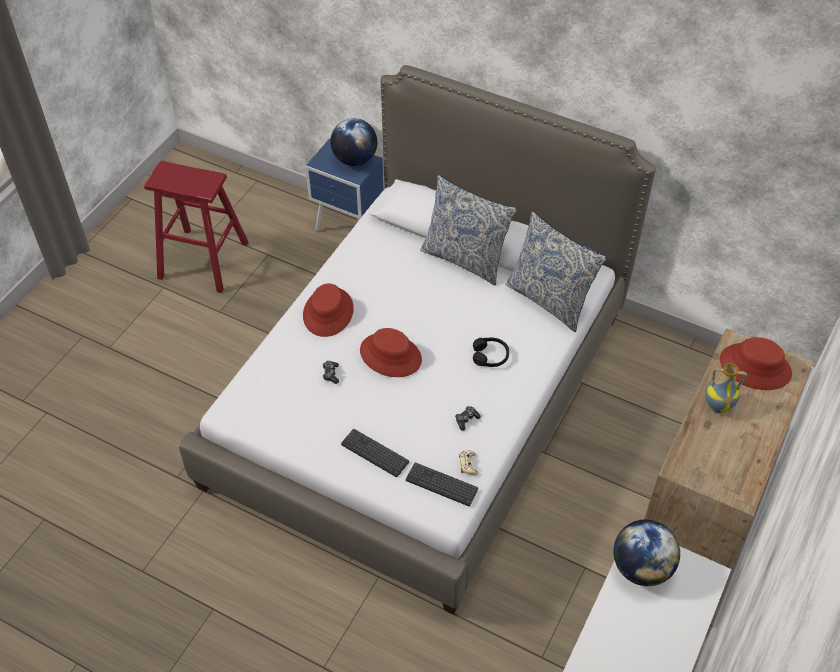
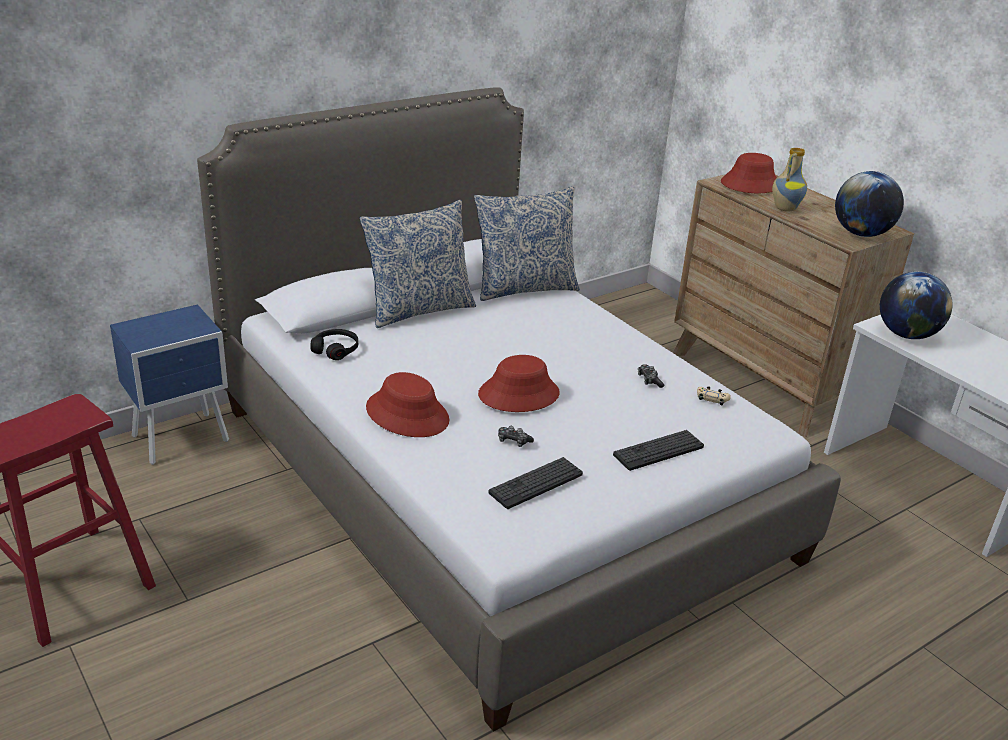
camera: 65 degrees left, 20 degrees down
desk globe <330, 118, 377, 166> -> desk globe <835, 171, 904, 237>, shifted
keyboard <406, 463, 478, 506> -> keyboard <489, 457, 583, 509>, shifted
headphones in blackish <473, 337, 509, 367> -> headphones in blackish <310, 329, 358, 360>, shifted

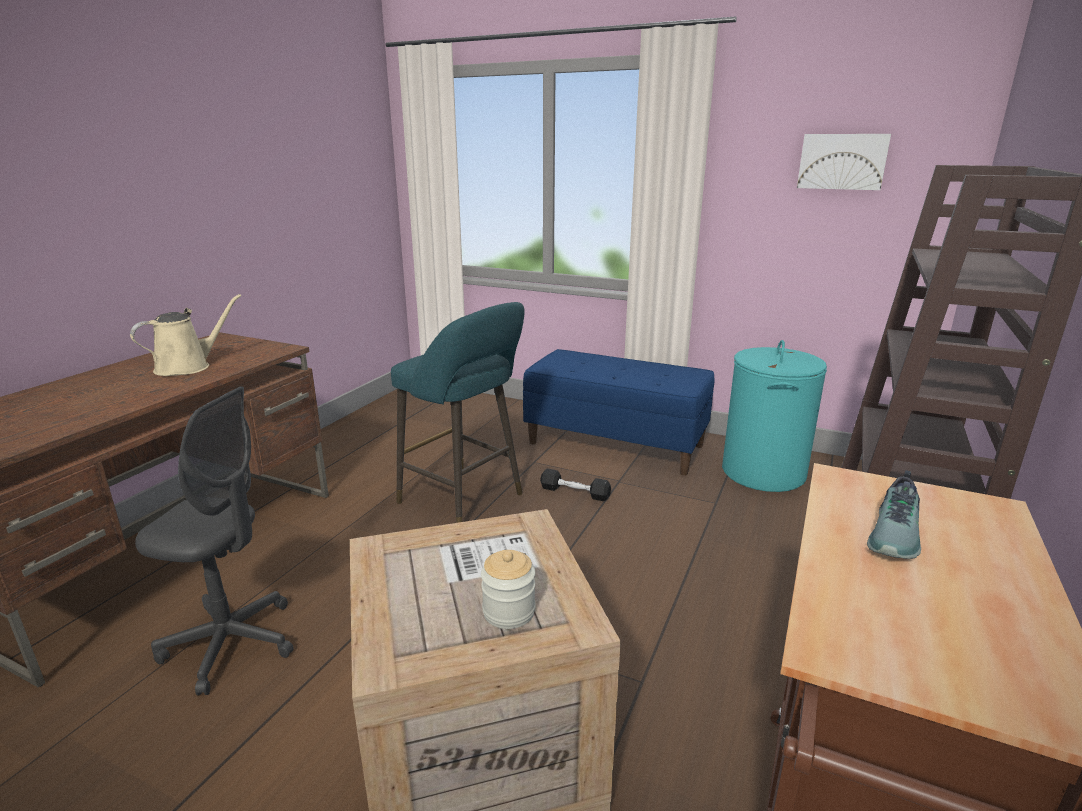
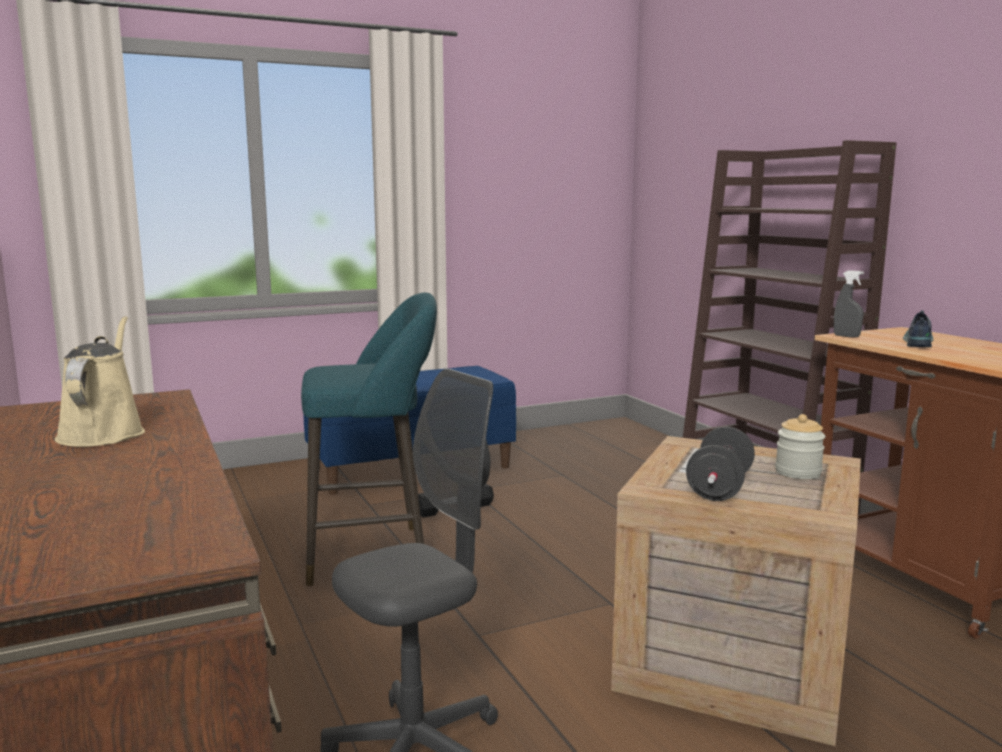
camera: 50 degrees left, 10 degrees down
hamper in blue-green <722, 340, 827, 492> -> none
wall art <797, 134, 891, 190> -> none
low shoe <867, 470, 921, 559> -> low shoe <903, 310, 933, 347>, 135 degrees counterclockwise
none -> dumbbell in blackish <686, 426, 755, 501>
none -> hand sprayer in greyish <834, 270, 864, 338>

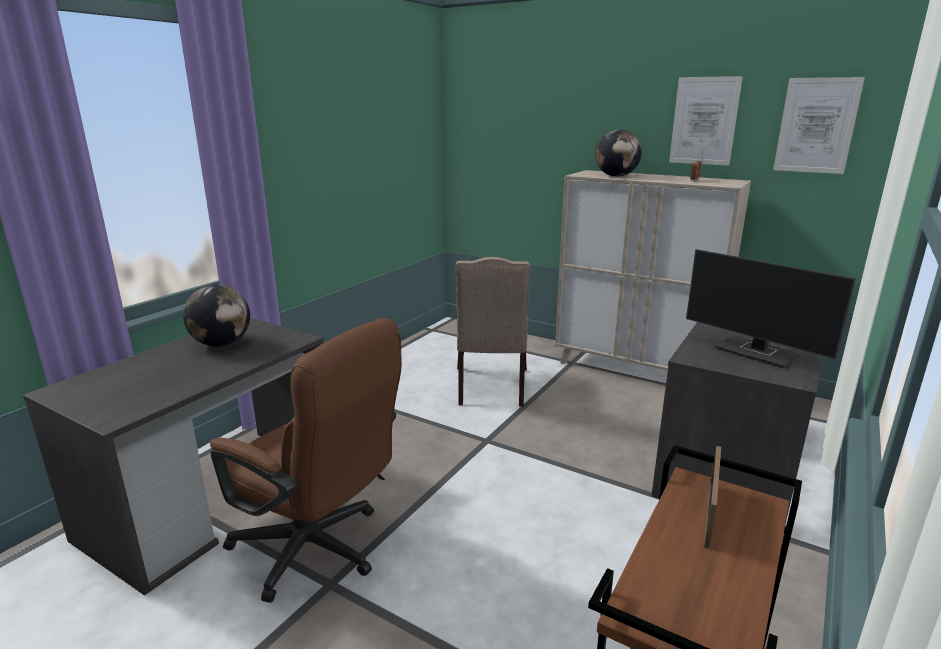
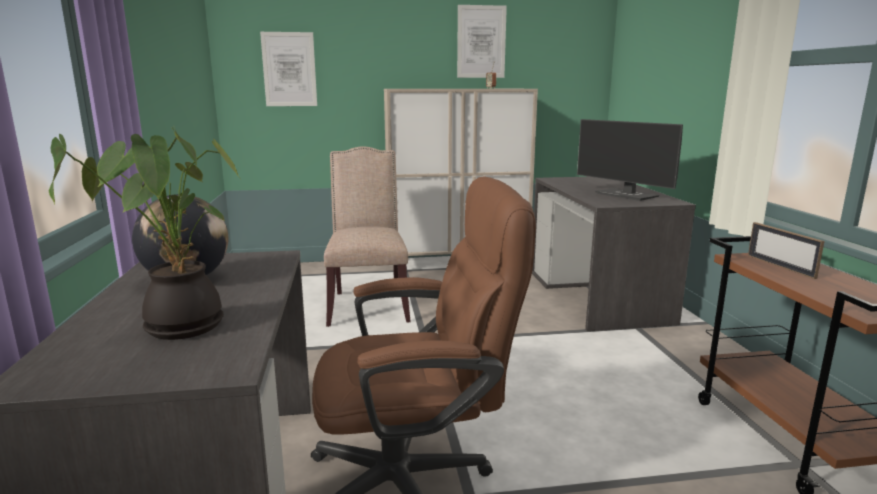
camera: 40 degrees left, 5 degrees down
plain chair in beige-coloured <456, 257, 530, 407> -> plain chair in beige-coloured <324, 146, 411, 327>, 150 degrees counterclockwise
desk globe <595, 129, 642, 177> -> none
monitor <686, 249, 856, 368> -> monitor <577, 119, 683, 201>, 45 degrees clockwise
wall art <773, 77, 865, 174> -> wall art <260, 32, 317, 106>, shifted
none -> potted plant <49, 125, 241, 340>

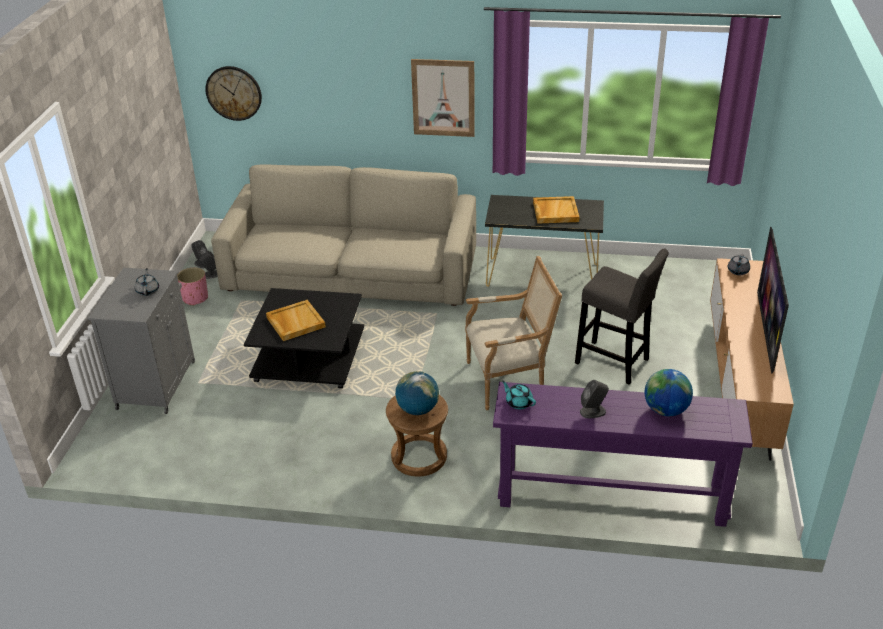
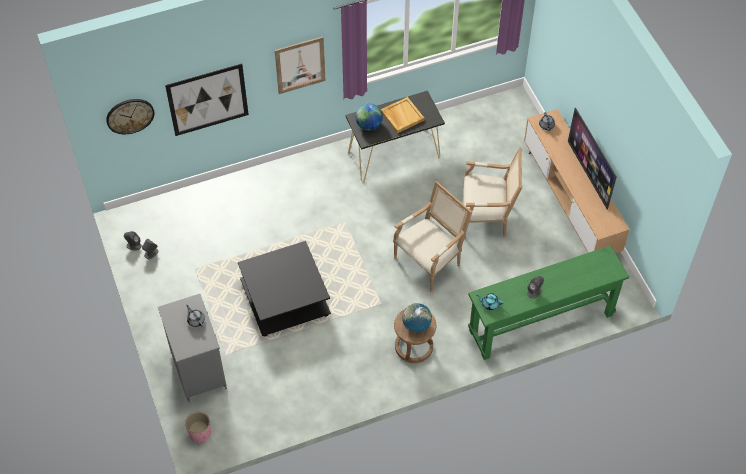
camera: 30 degrees left, 20 degrees up
planter in pink <177, 268, 208, 306> -> planter in pink <185, 412, 211, 443>, shifted
couch in beige-coloured <211, 165, 476, 306> -> none
serving tray in beige-coloured <266, 300, 326, 341> -> none
console table in purple <493, 382, 753, 527> -> console table in green-coloured <468, 245, 629, 360>
sitting stool in greyish <575, 248, 669, 385> -> easy chair <463, 147, 522, 237>
desk globe <645, 369, 693, 416> -> desk globe <356, 103, 383, 131>, shifted
none -> wall art <165, 63, 249, 136>

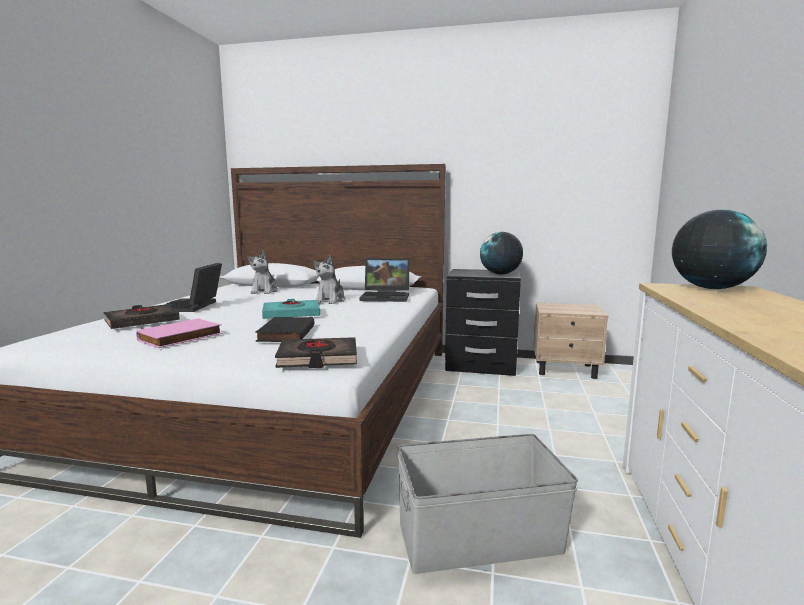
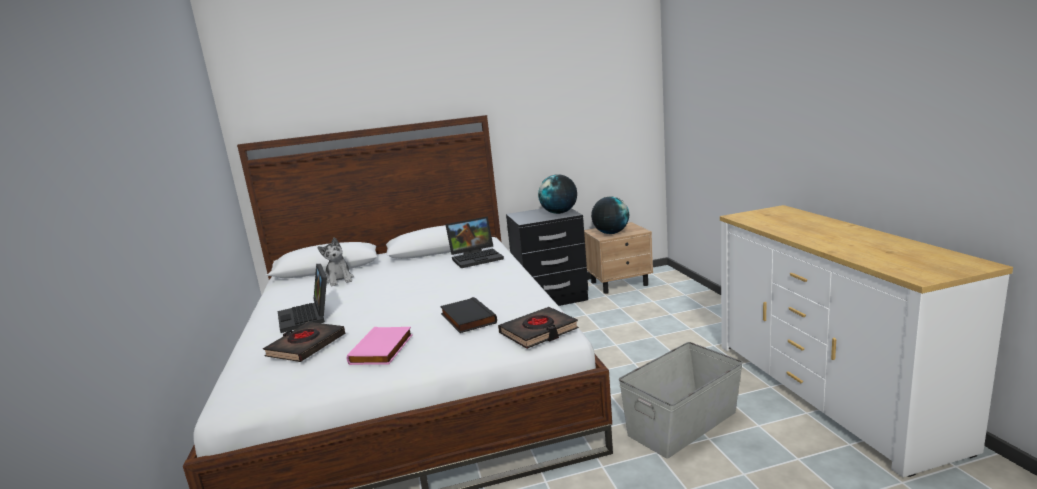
camera: 25 degrees left, 5 degrees up
volume in blue-green <262, 299, 320, 319> -> none
plush toy <313, 255, 345, 304> -> none
desk globe <672, 209, 767, 289> -> desk globe <591, 197, 629, 234>, shifted

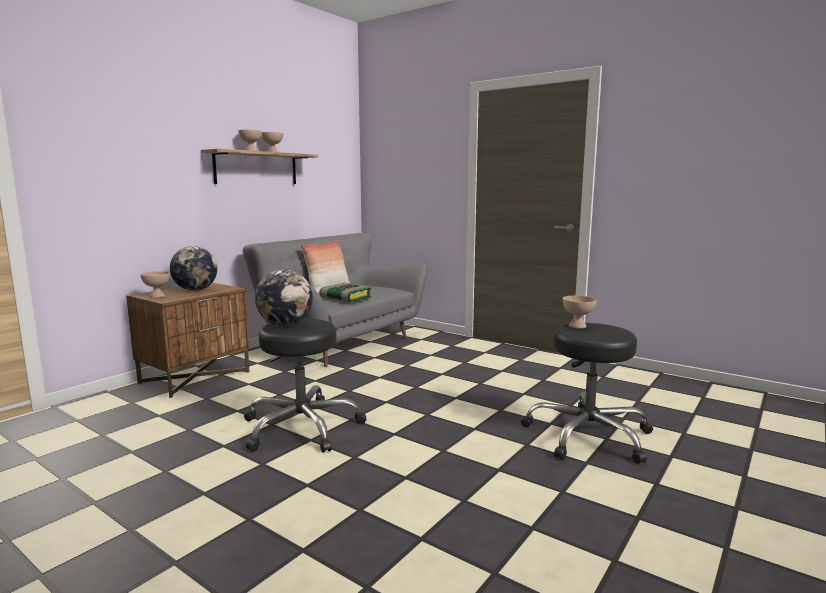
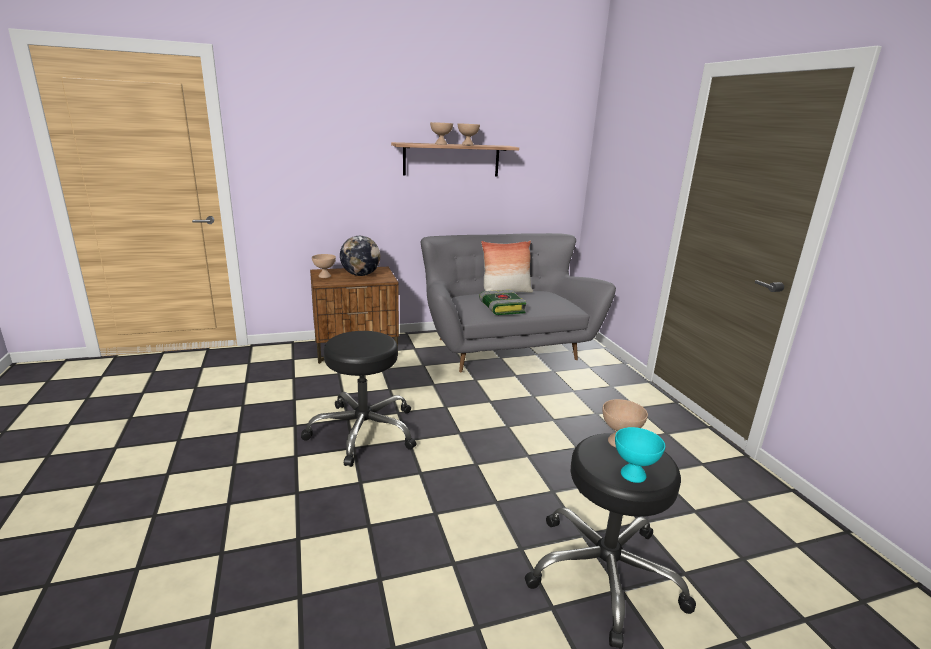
camera: 35 degrees right, 10 degrees up
desk globe <255, 269, 313, 326> -> none
none -> serving bowl in blue-green <615, 427, 665, 483>

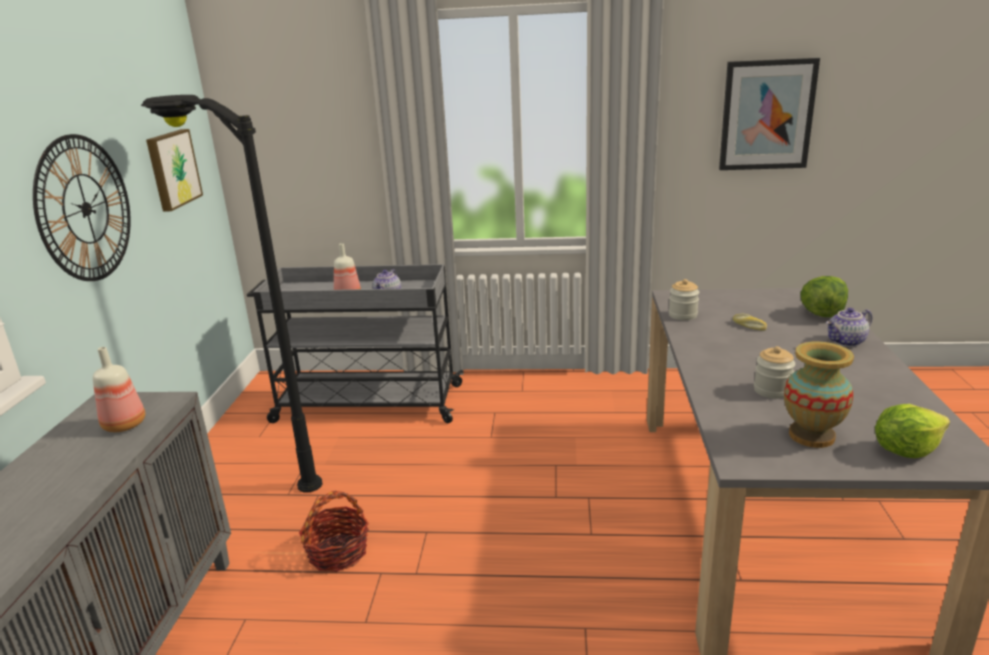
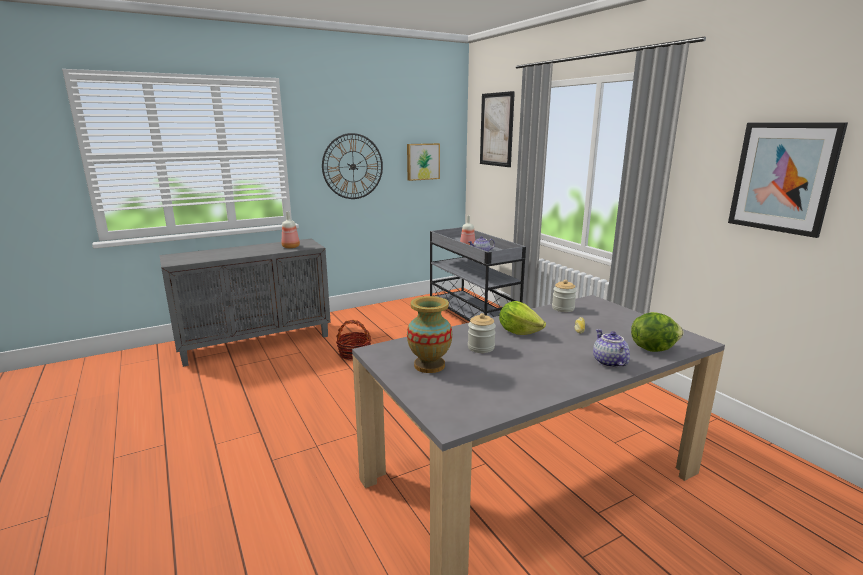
camera: 55 degrees right, 5 degrees down
standing lamp in blackish <141, 95, 323, 493> -> none
pot for tea <826, 308, 872, 347> -> pot for tea <593, 329, 630, 368>, 45 degrees clockwise
head of lettuce <875, 404, 950, 458> -> head of lettuce <499, 301, 546, 335>, shifted
none -> wall art <480, 91, 515, 167>

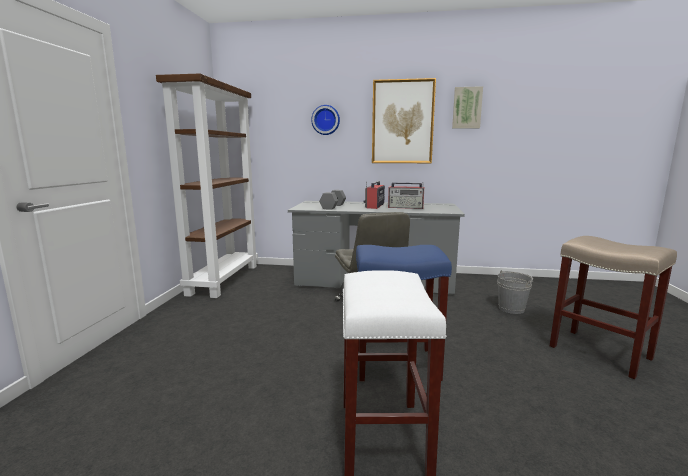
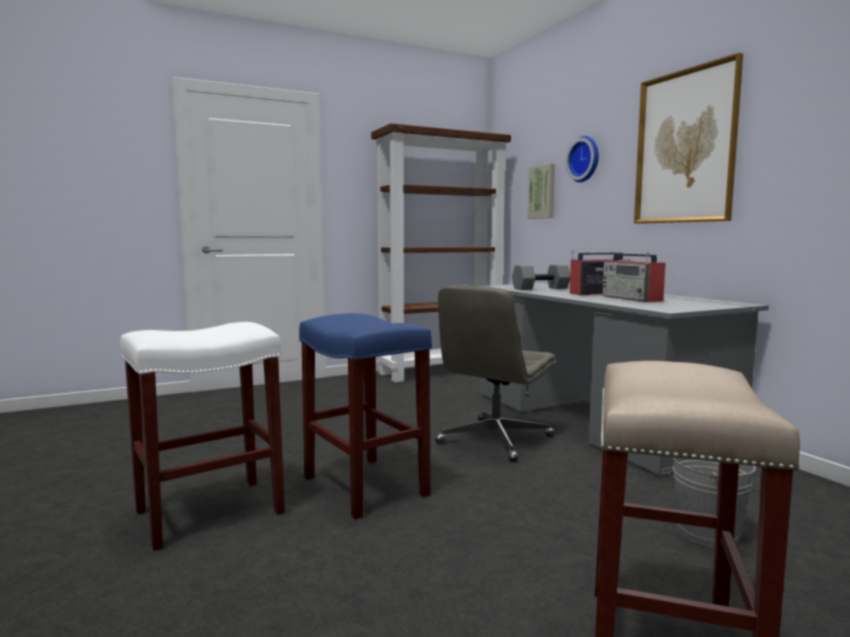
camera: 55 degrees right, 5 degrees down
wall art <452, 86, 483, 129> -> wall art <528, 164, 555, 219>, shifted

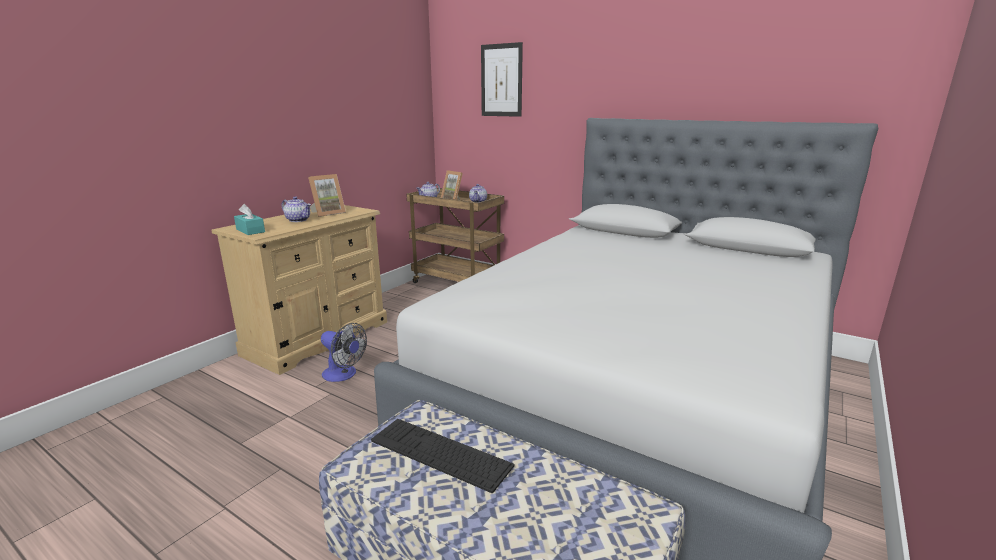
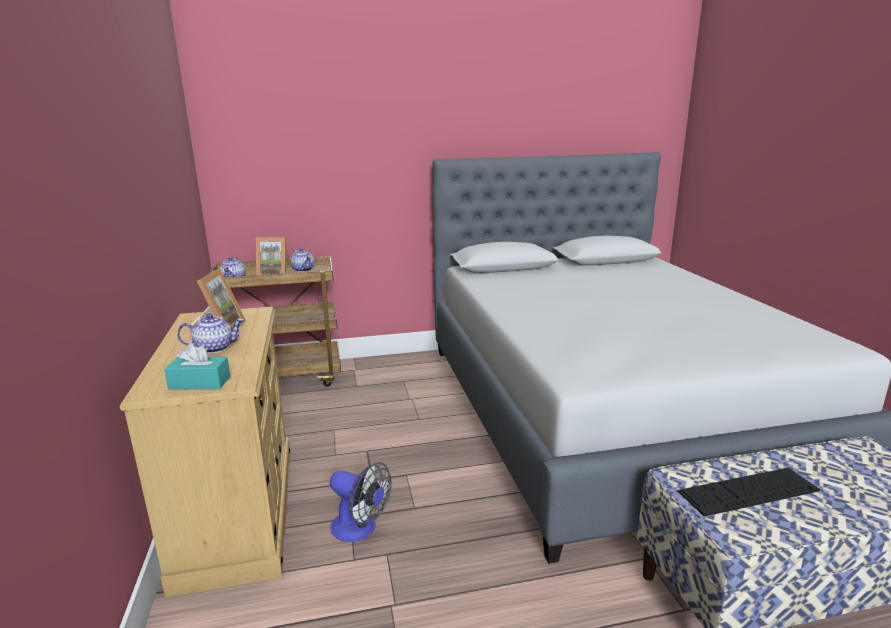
camera: 45 degrees left, 0 degrees up
cooling fan <321, 323, 367, 382> -> cooling fan <330, 462, 392, 542>, 45 degrees clockwise
wall art <481, 42, 523, 117> -> none

